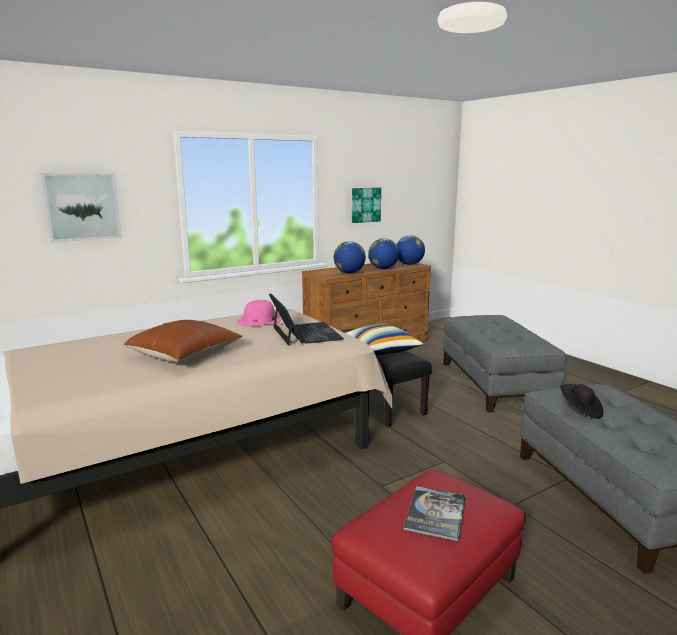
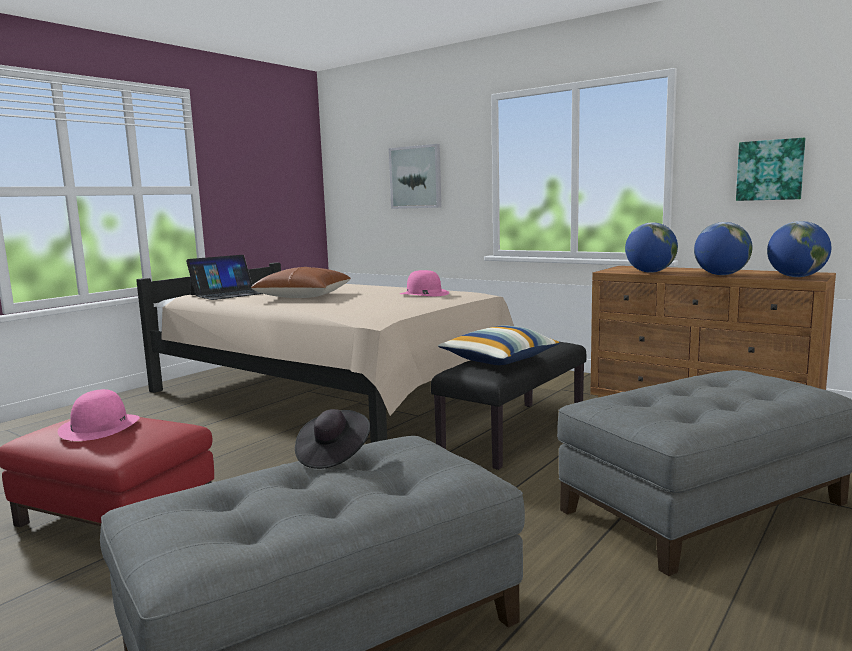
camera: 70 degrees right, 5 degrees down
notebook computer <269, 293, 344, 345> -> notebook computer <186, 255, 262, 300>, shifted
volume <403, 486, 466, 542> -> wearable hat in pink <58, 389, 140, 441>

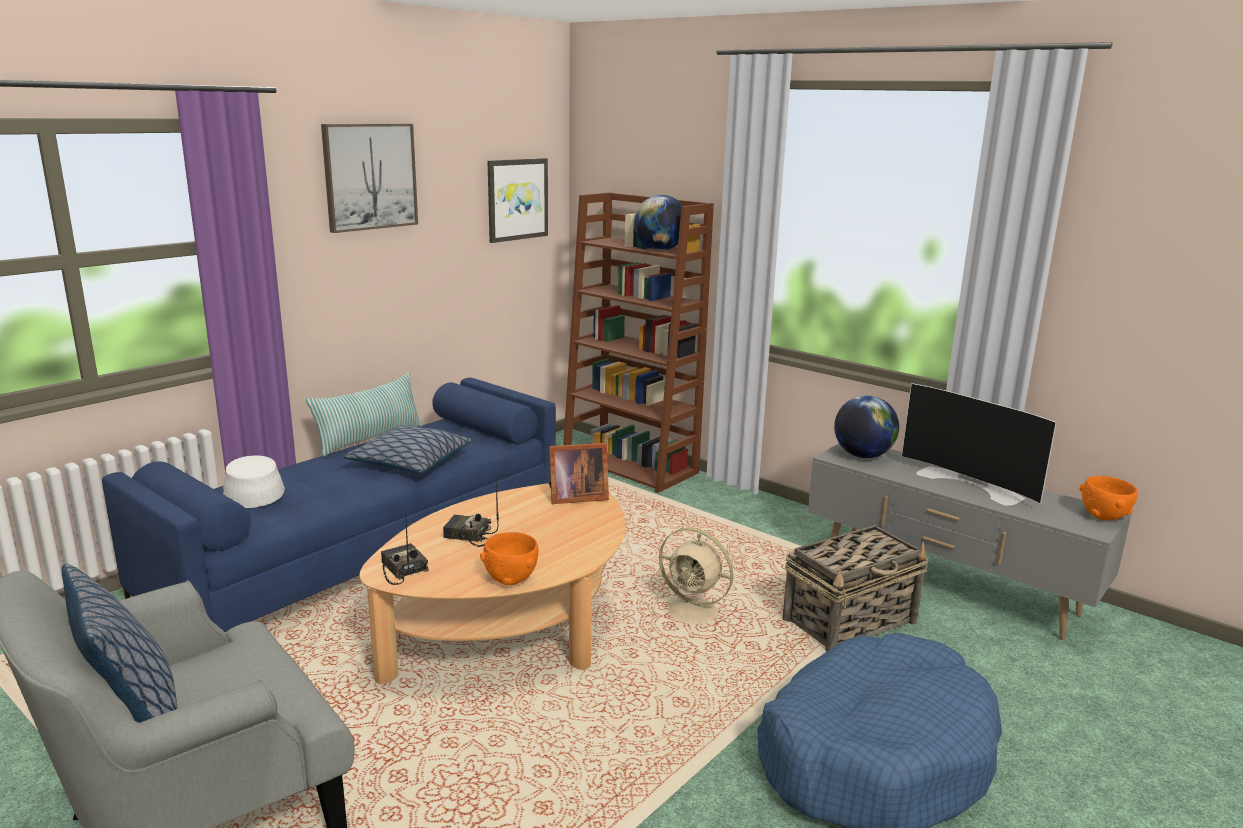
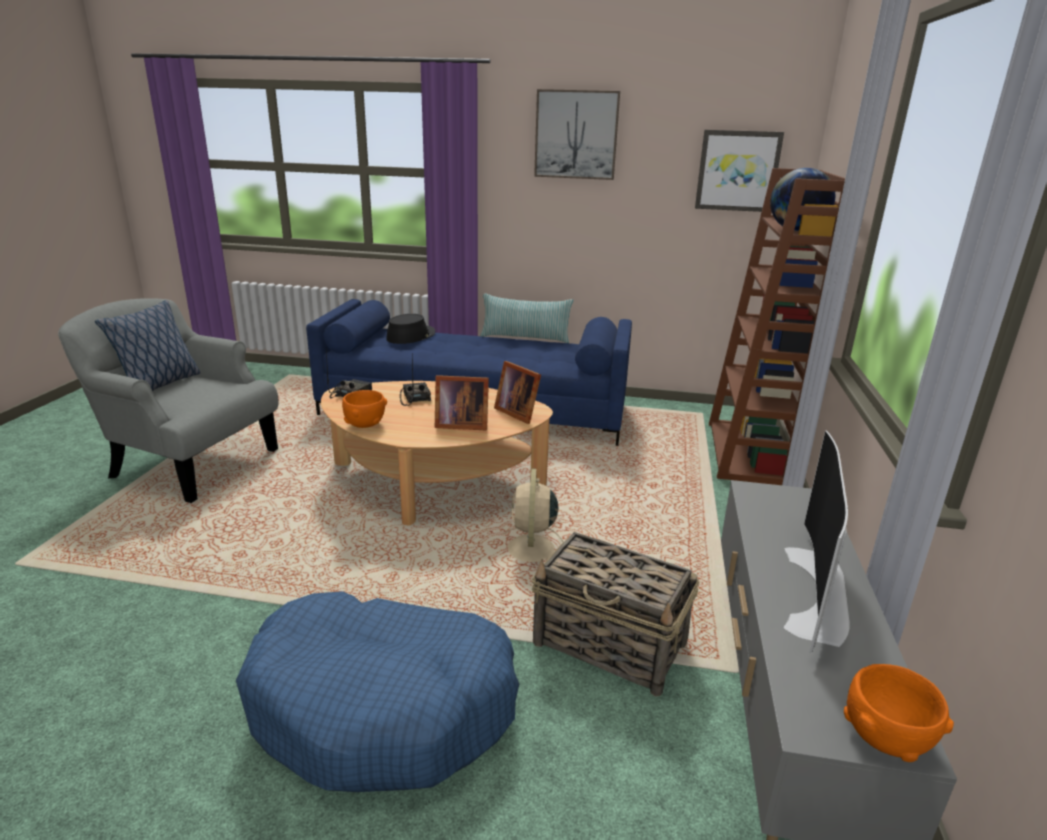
camera: 60 degrees right, 5 degrees up
wearable hat in white <223, 455, 285, 508> -> wearable hat in blackish <386, 314, 435, 344>
throw pillow <344, 425, 471, 474> -> none
desk globe <834, 395, 899, 458> -> none
none -> photo frame <435, 375, 489, 430>

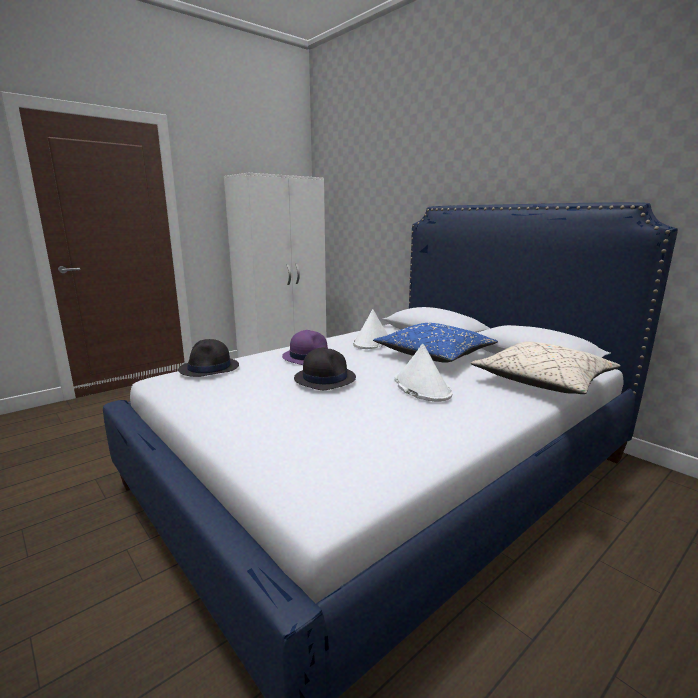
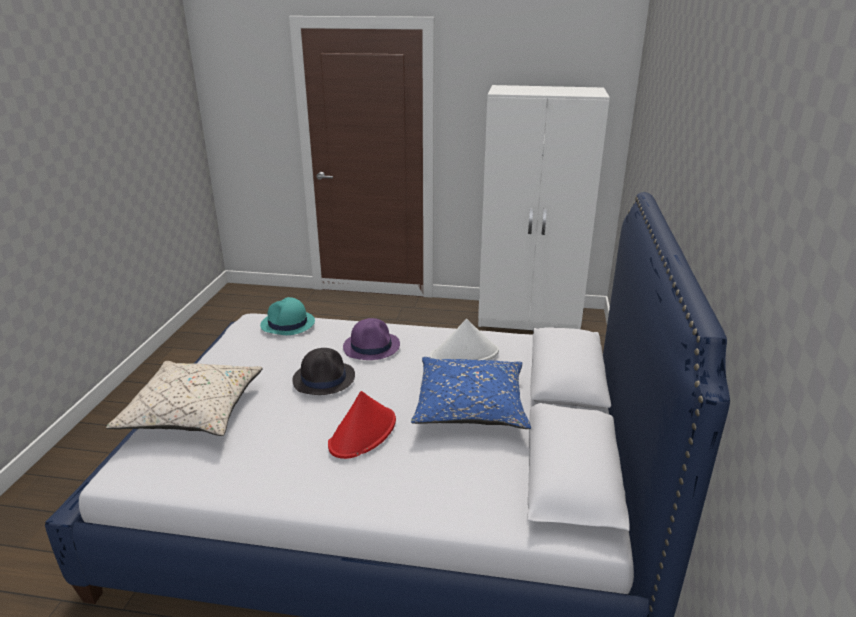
camera: 50 degrees right, 10 degrees up
wearable hat in blackish <178, 339, 239, 377> -> wearable hat in blue-green <260, 297, 315, 335>
wearable hat in white <394, 344, 452, 402> -> wearable hat in reddish <328, 391, 396, 459>
throw pillow in beige-coloured <471, 342, 621, 394> -> throw pillow in beige-coloured <106, 361, 263, 436>, shifted

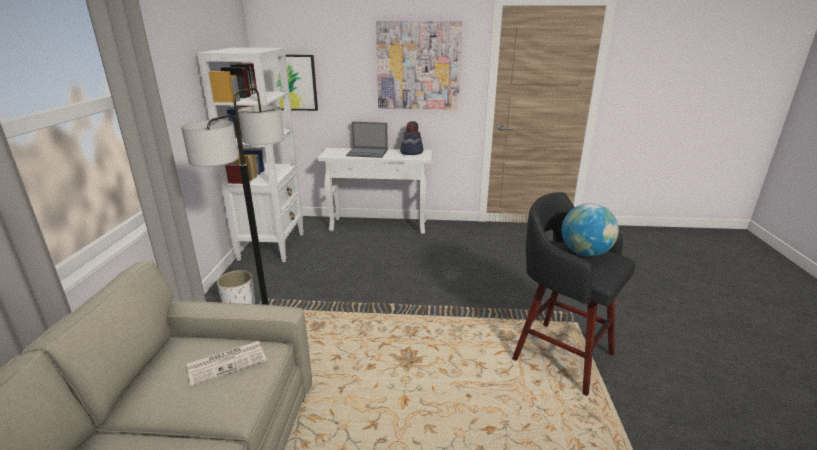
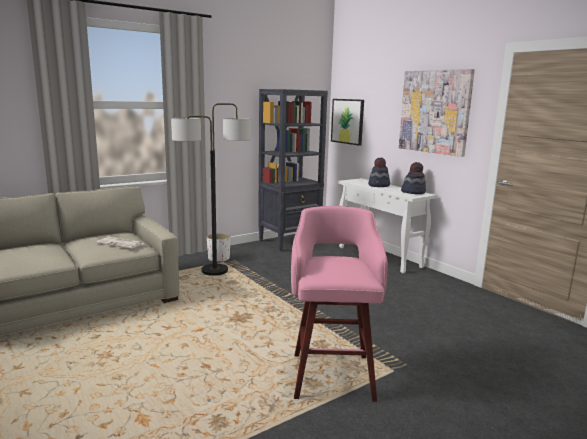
camera: 50 degrees right, 10 degrees down
bookcase in white <197, 48, 304, 262> -> bookcase in blackish <258, 89, 328, 251>
notebook computer <346, 122, 388, 158> -> wearable hat <368, 158, 390, 187>
sitting stool in blackish <512, 192, 636, 396> -> sitting stool in pink <291, 206, 388, 402>
desk globe <562, 203, 619, 257> -> none

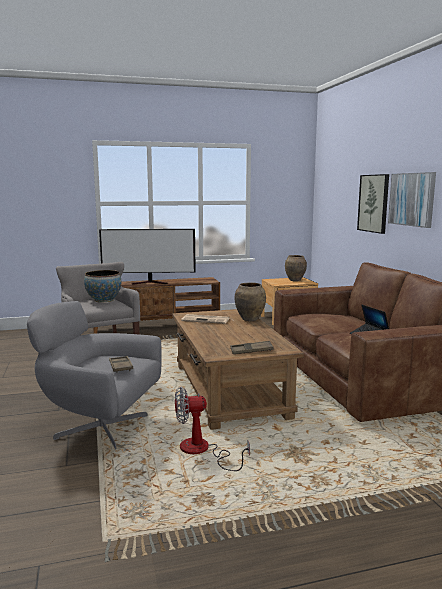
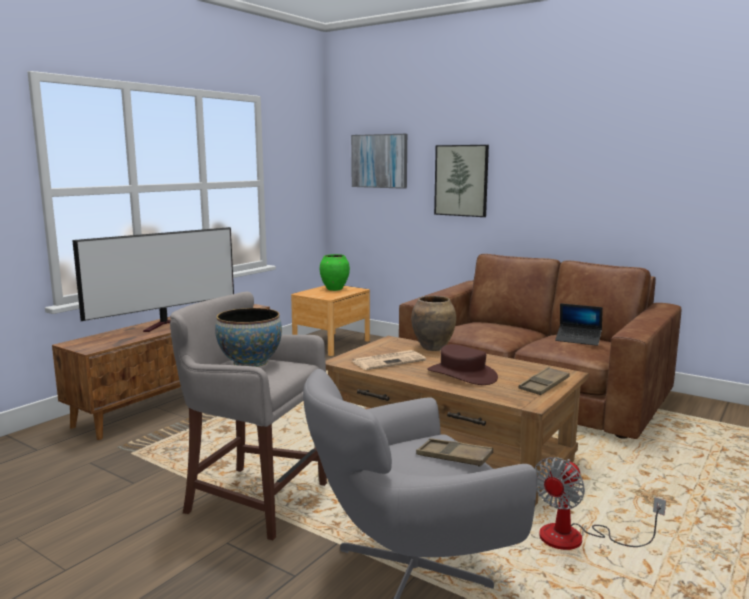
camera: 40 degrees left, 0 degrees up
decorative vase in brownish <285, 255, 307, 281> -> decorative vase in green-coloured <320, 254, 350, 291>
wall art <388, 172, 436, 228> -> wall art <351, 134, 407, 189>, shifted
none -> wearable hat in brownish <427, 344, 498, 385>

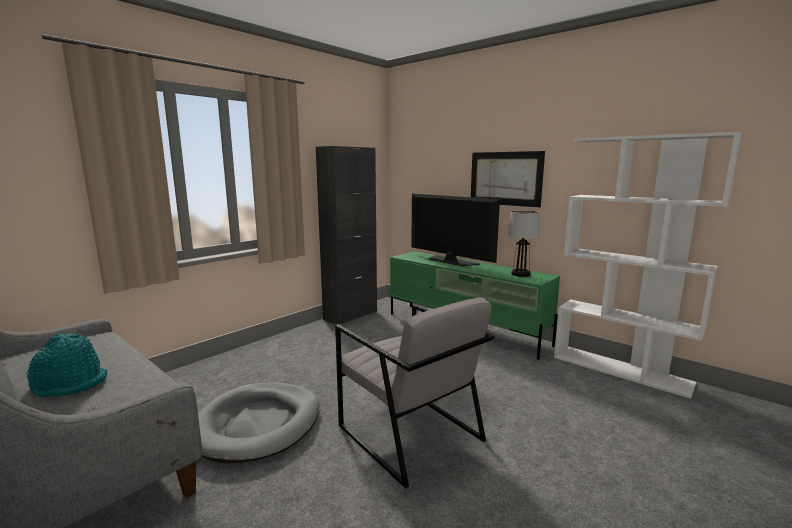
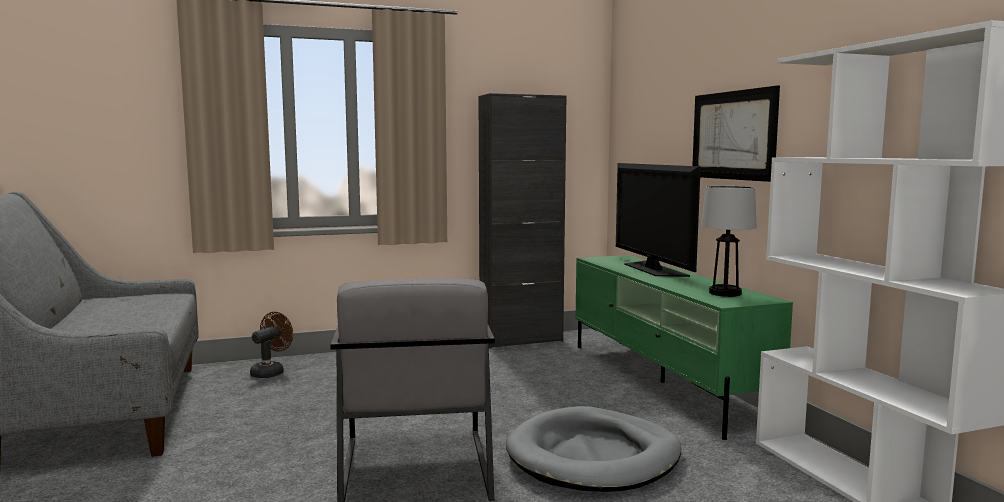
camera: 30 degrees right, 5 degrees down
wearable hat in blue-green <26, 333, 107, 397> -> none
dog bed in greyish <198, 383, 319, 463> -> dog bed in greyish <506, 406, 681, 492>, shifted
none -> cooling fan in brownish <250, 312, 293, 378>

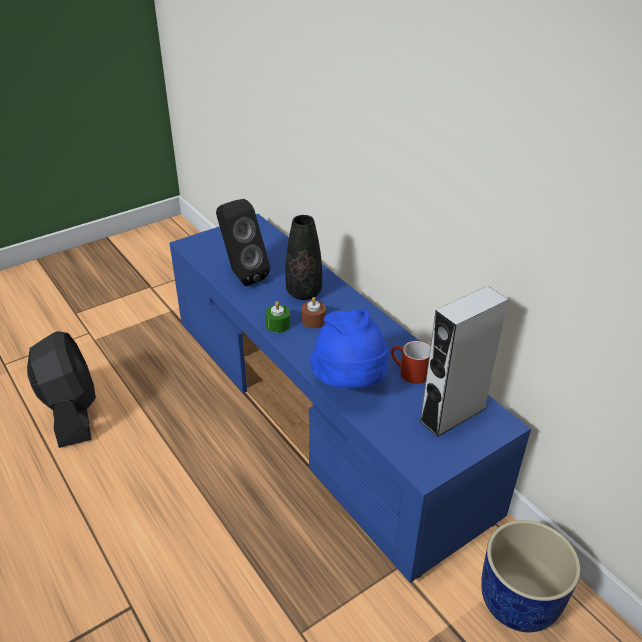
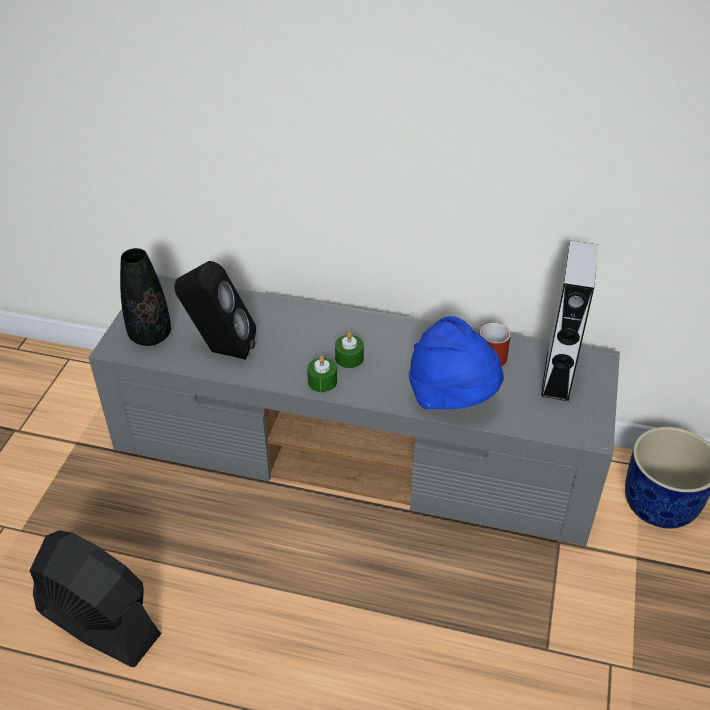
camera: 40 degrees left, 5 degrees up
tv unit in blue <170, 214, 531, 583> -> tv unit in greyish <88, 275, 620, 546>
decorative vase in blackish <285, 215, 322, 300> -> decorative vase in blackish <120, 248, 171, 346>, shifted
candle in brownish <301, 297, 326, 328> -> candle in green-coloured <335, 333, 364, 368>

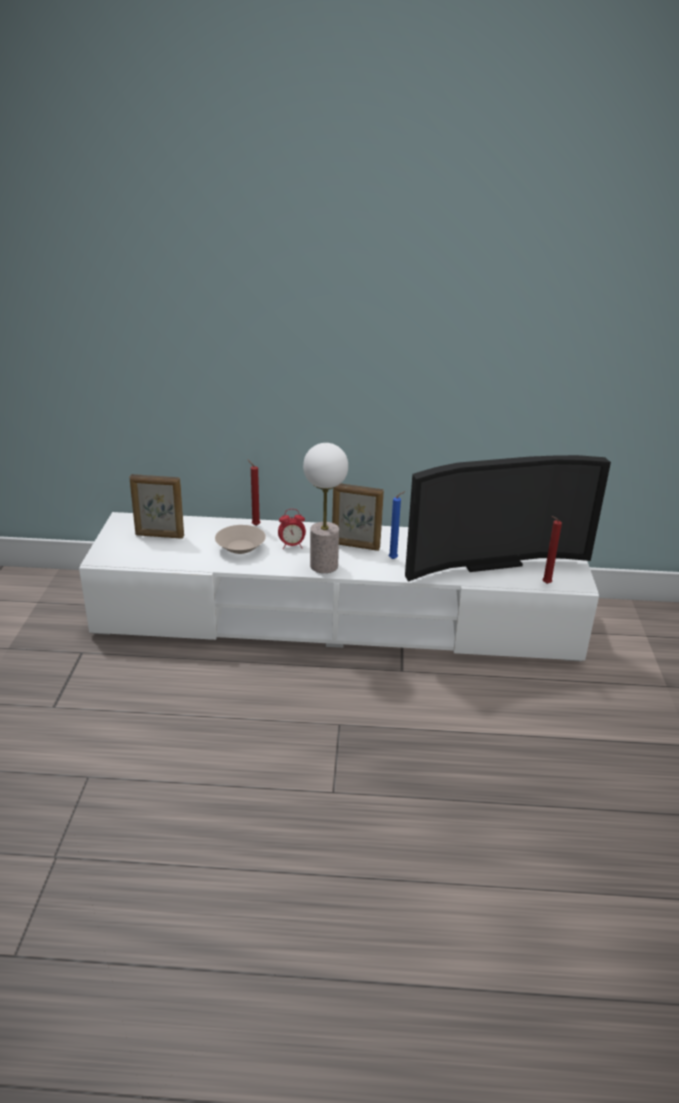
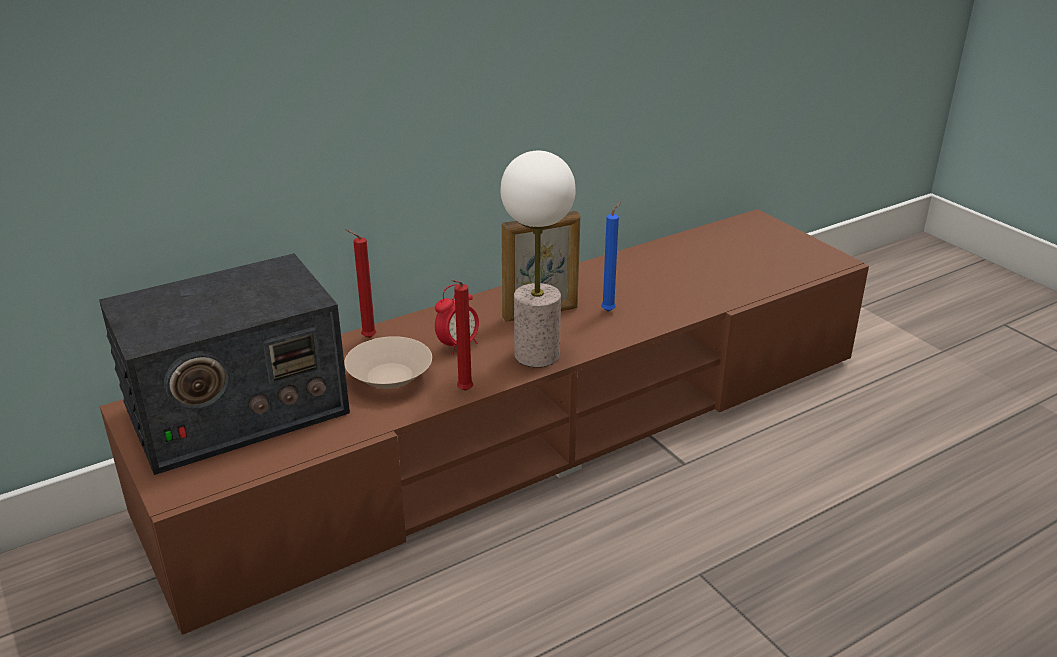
camera: 35 degrees left, 0 degrees up
tv unit in white <79, 512, 599, 661> -> tv unit in brownish <100, 209, 869, 635>
photo frame <129, 474, 184, 539> -> radio <99, 253, 350, 475>
television <405, 455, 611, 582> -> none
candle in reddish <542, 516, 562, 584> -> candle in reddish <451, 280, 473, 391>, shifted

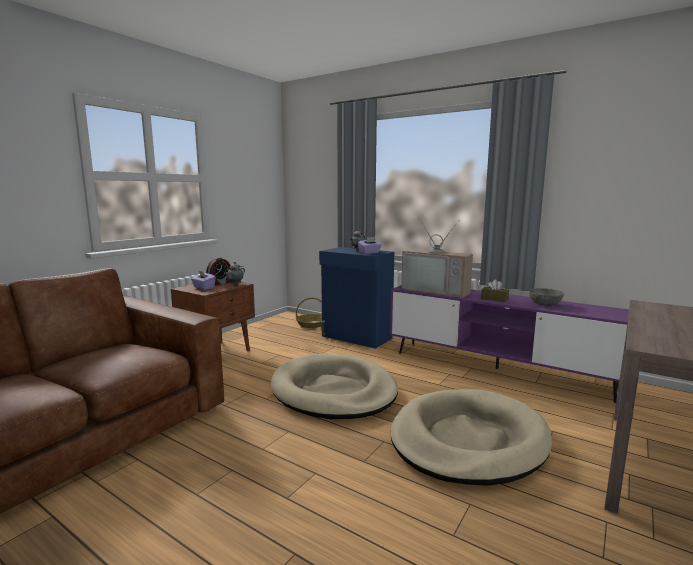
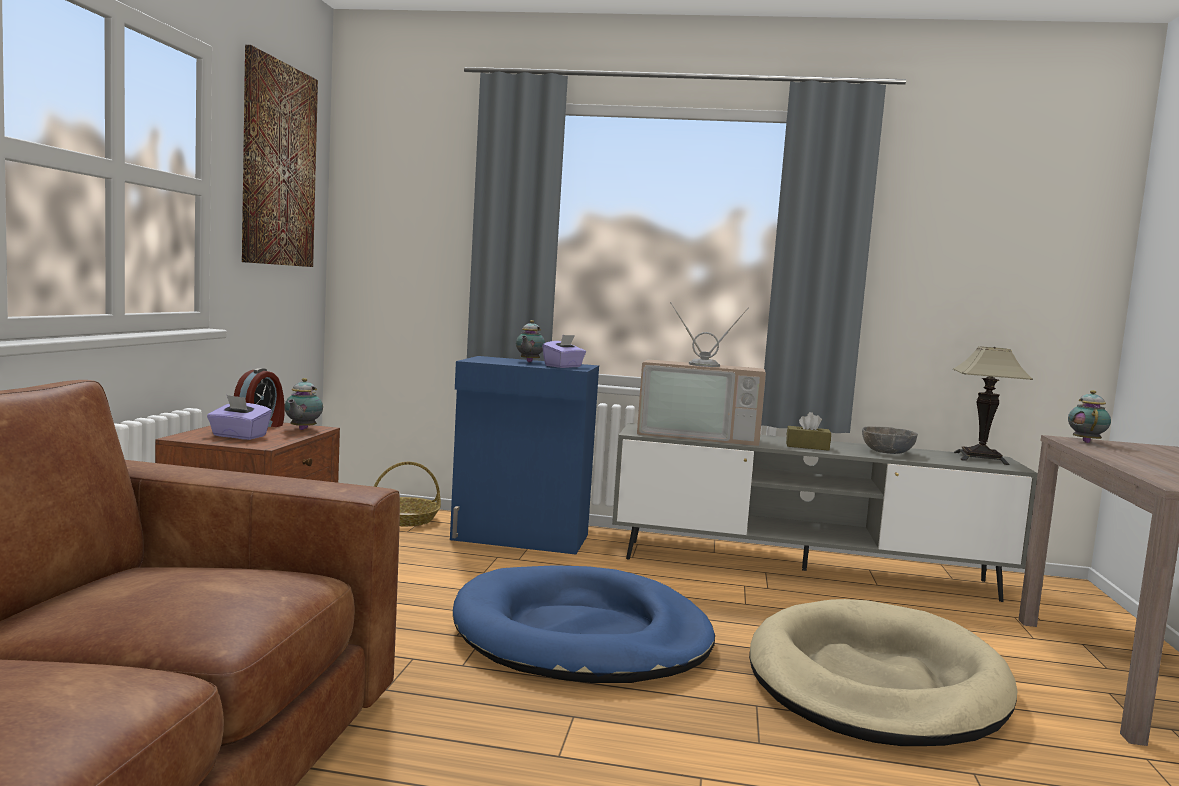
camera: 25 degrees left, 5 degrees down
dog bed in beige-coloured <271, 354, 398, 419> -> dog bed in blue <453, 565, 715, 683>
tv unit in purple <390, 285, 629, 403> -> tv unit in greyish <612, 423, 1038, 602>
none -> wall art <242, 45, 318, 267>
none -> table lamp <953, 346, 1033, 465>
none -> pot for tea <1068, 390, 1111, 443>

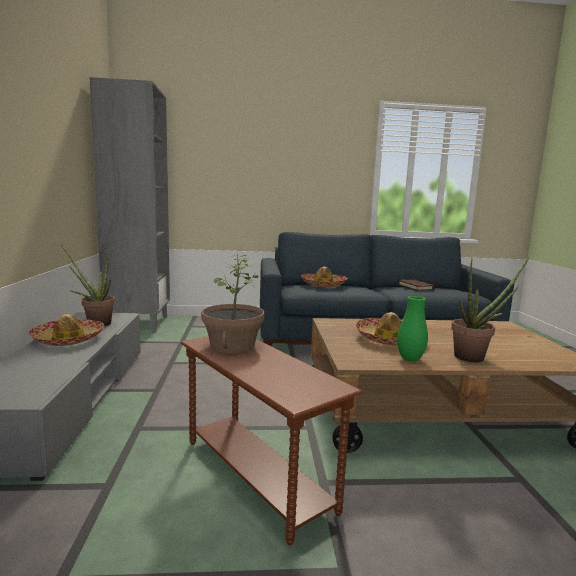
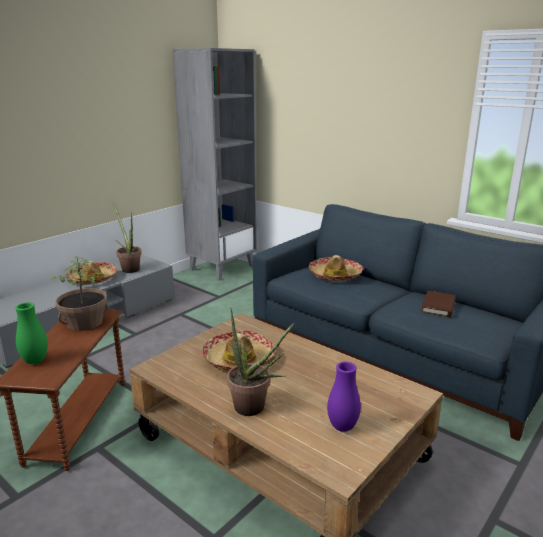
camera: 45 degrees right, 10 degrees up
decorative vase in green-coloured <397, 296, 428, 361> -> decorative vase in green-coloured <15, 302, 48, 364>, shifted
none -> decorative vase in purple <327, 362, 361, 432>

